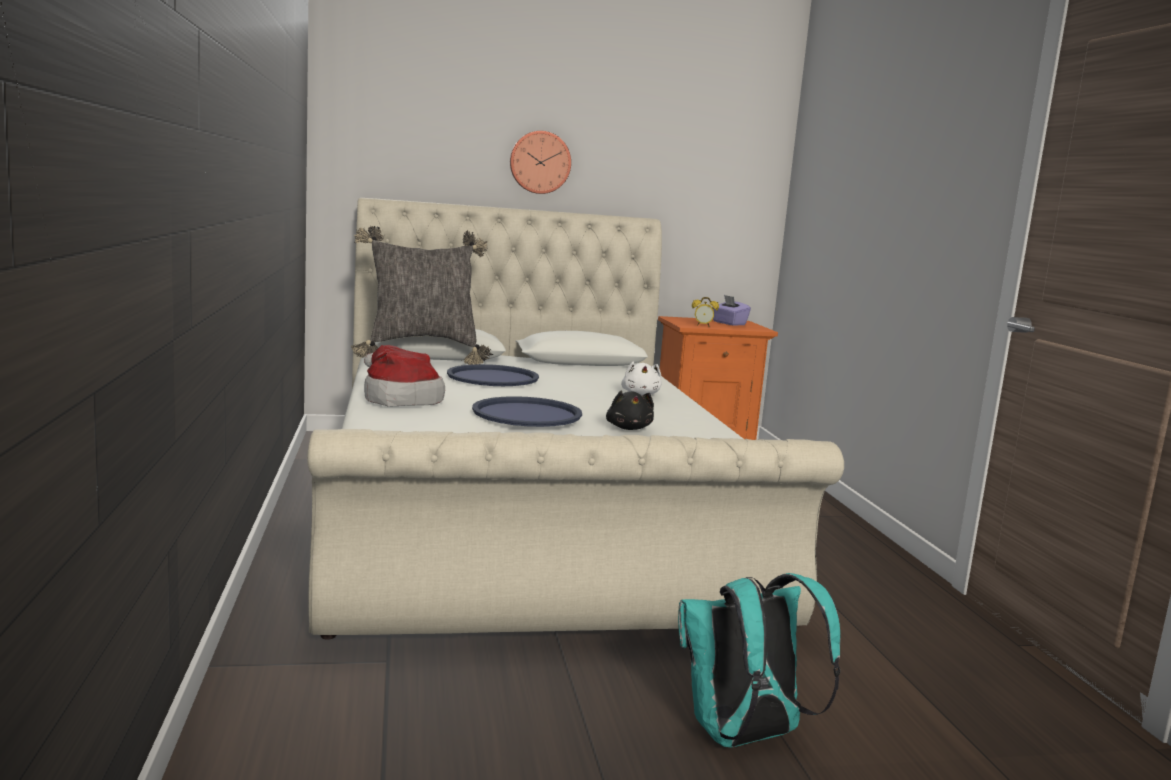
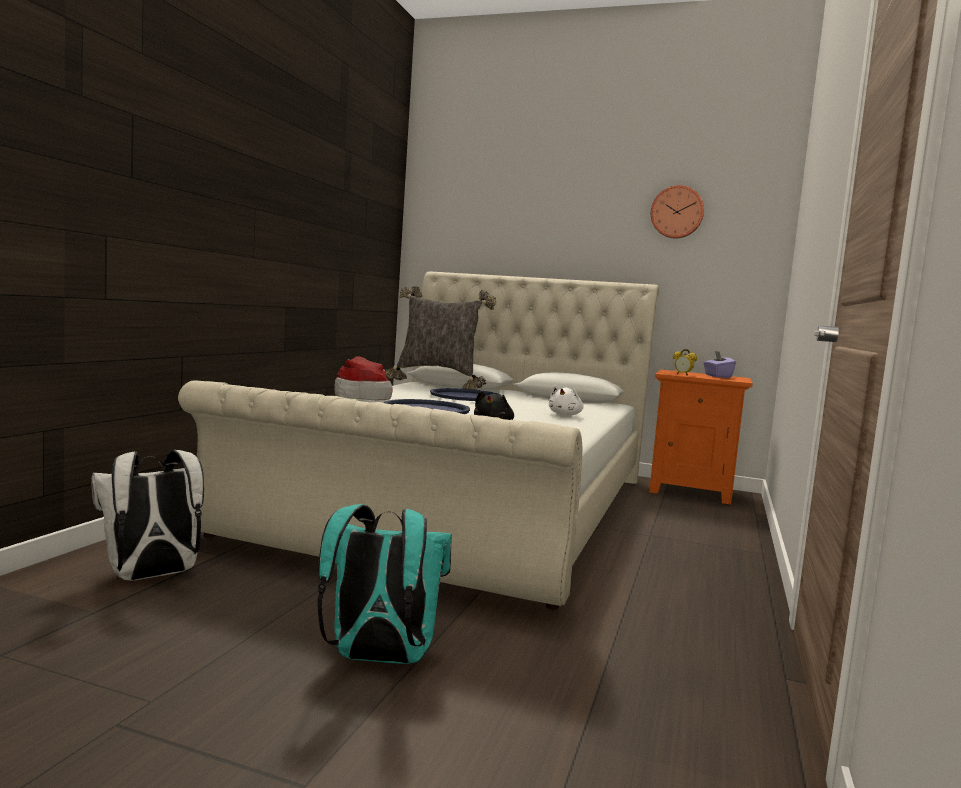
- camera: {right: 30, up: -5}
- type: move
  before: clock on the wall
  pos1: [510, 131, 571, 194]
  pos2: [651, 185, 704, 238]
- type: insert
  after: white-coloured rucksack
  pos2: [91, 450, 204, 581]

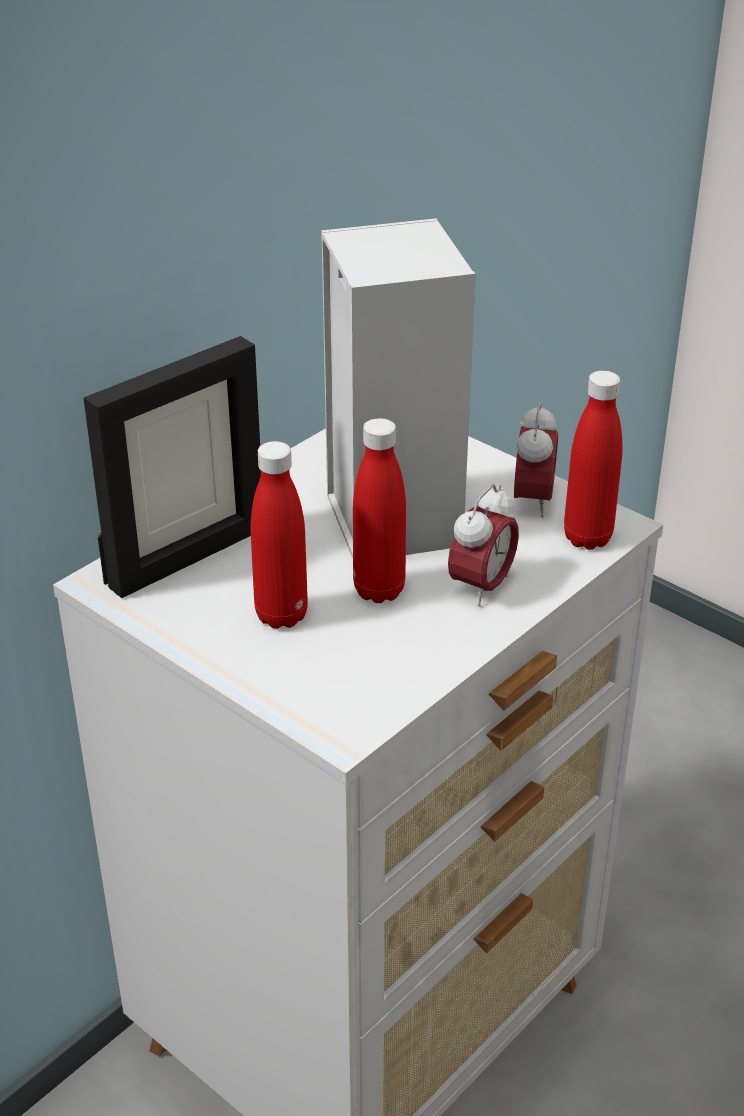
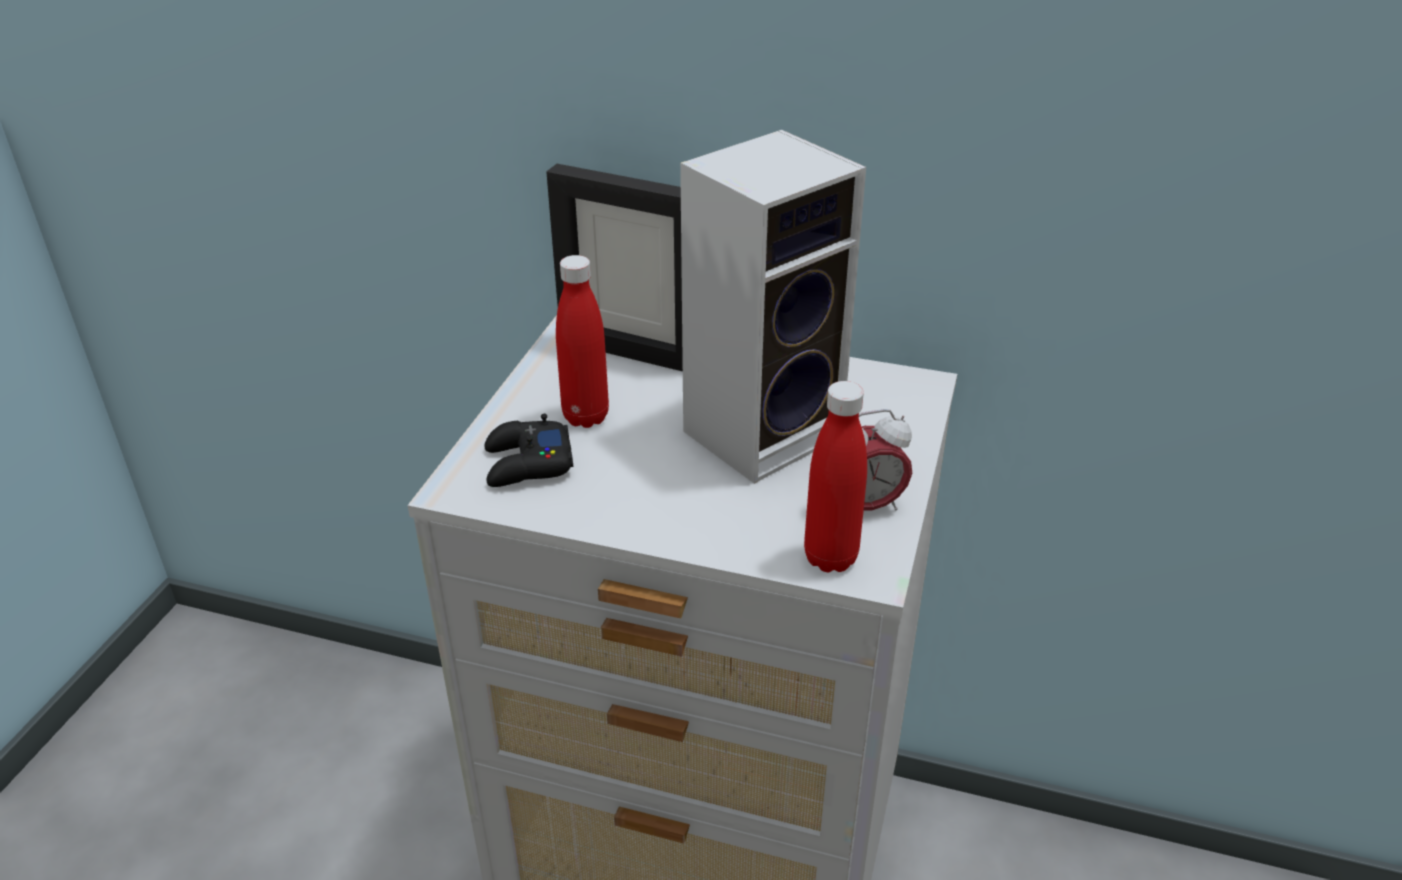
- camera: {right: 65, up: 0}
- type: delete
  before: red-coloured drink bottle
  pos1: [353, 418, 406, 603]
- type: delete
  before: table clock
  pos1: [448, 484, 519, 607]
- type: insert
  after: black game controller
  pos2: [484, 414, 573, 487]

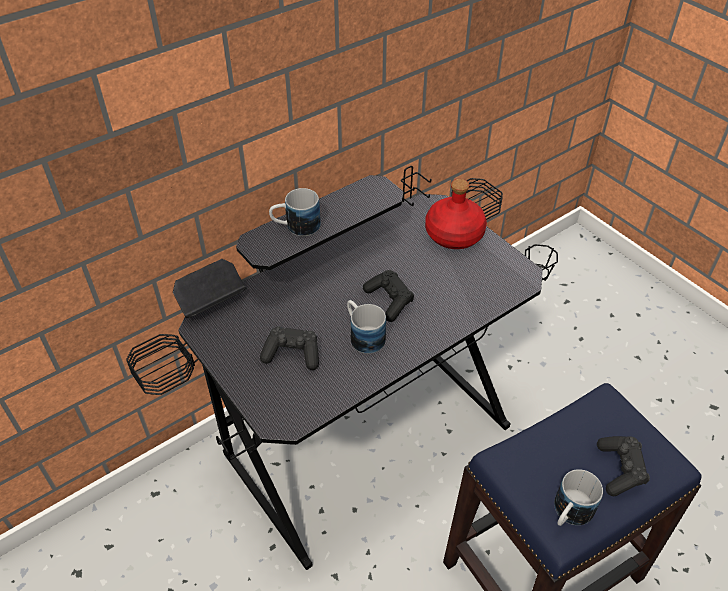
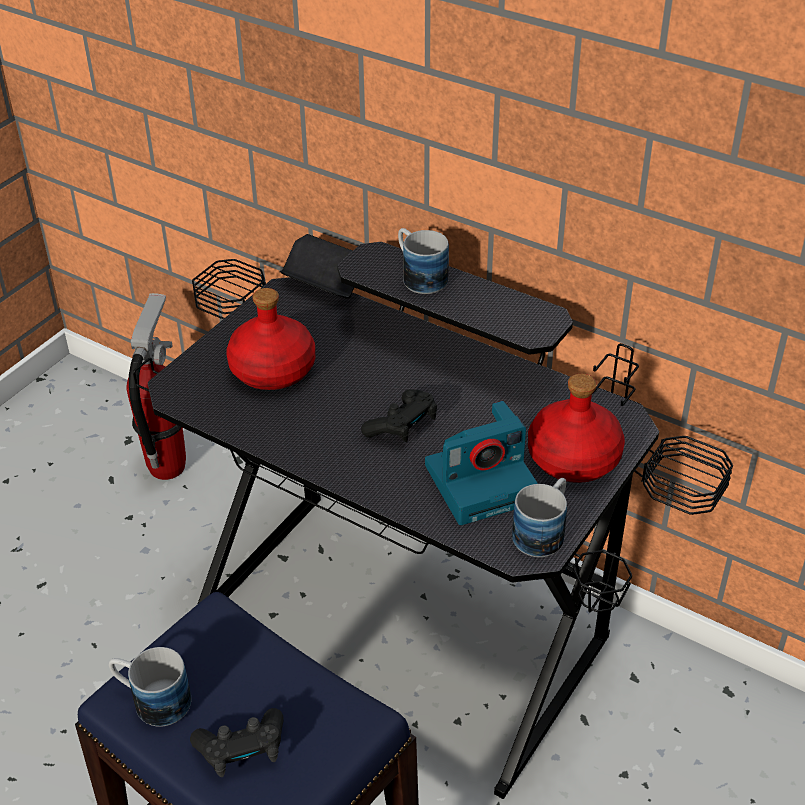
- camera: {right: 70, up: -5}
- type: replace
  before: black game controller
  after: red-coloured drink bottle
  pos1: [260, 326, 319, 370]
  pos2: [226, 288, 315, 390]
- type: move
  before: mug
  pos1: [347, 300, 386, 354]
  pos2: [512, 478, 567, 557]
- type: insert
  after: extinguisher
  pos2: [127, 293, 186, 480]
- type: insert
  after: photo camera
  pos2: [425, 401, 538, 525]

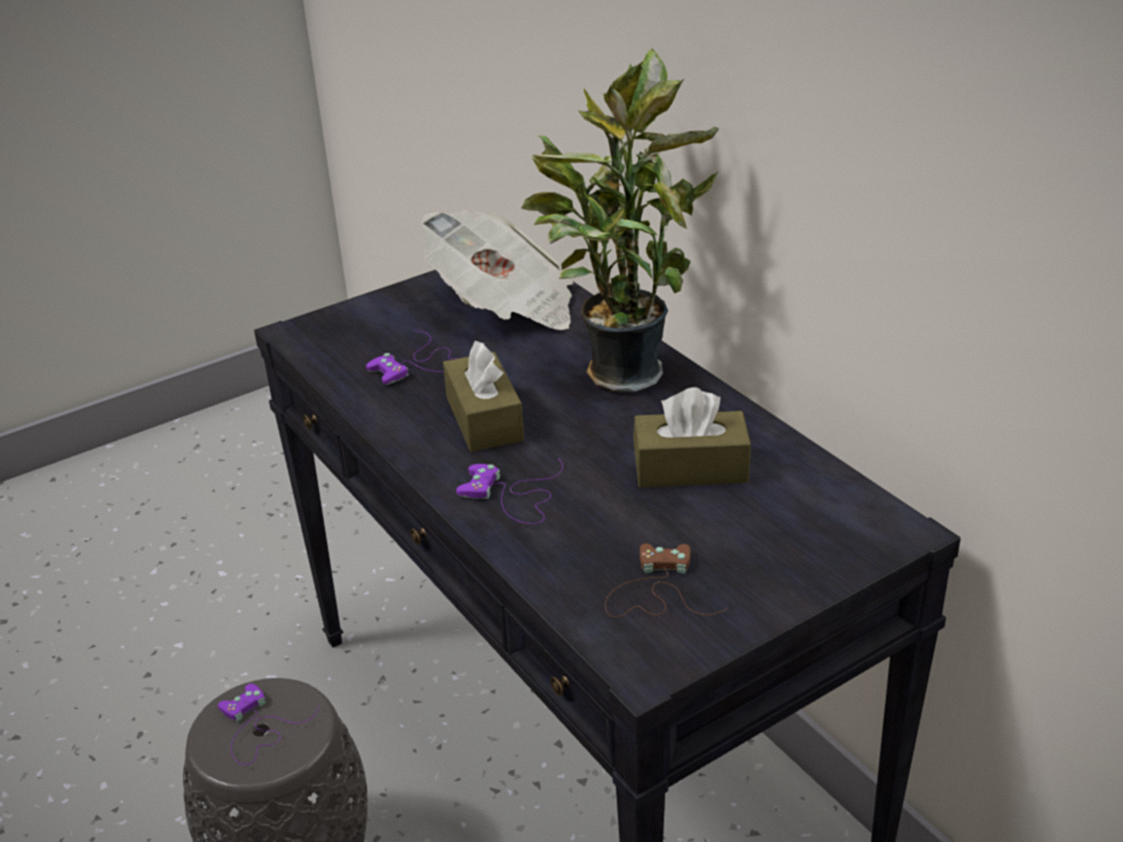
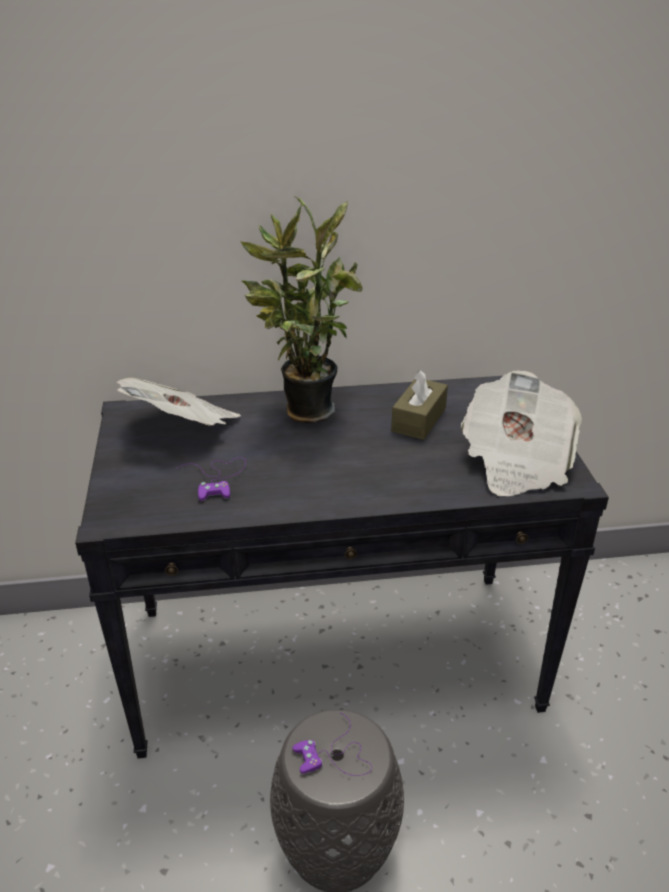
- camera: {right: -65, up: 0}
- type: delete
  before: brownish tissue holder
  pos1: [443, 341, 524, 452]
- type: delete
  before: purple-coloured game controller
  pos1: [456, 458, 563, 524]
- type: replace
  before: brownish game controller
  after: printed paper
  pos1: [605, 544, 728, 617]
  pos2: [461, 370, 582, 496]

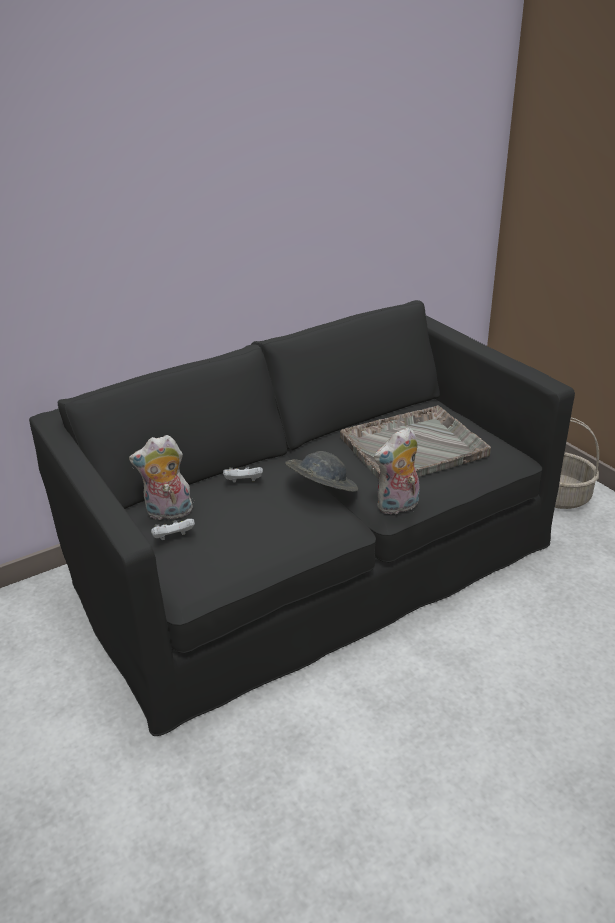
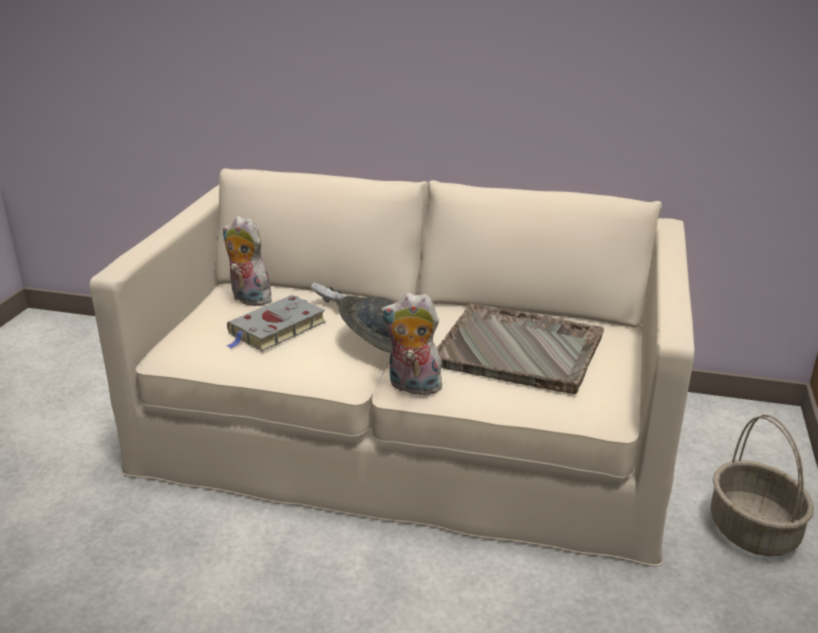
- camera: {right: 45, up: -5}
- type: recolor
  before: black couch
  after: beige couch
  pos1: [29, 300, 575, 736]
  pos2: [90, 168, 695, 567]
- type: delete
  before: white-coloured game controller
  pos1: [151, 519, 195, 540]
- type: insert
  after: greyish volume
  pos2: [227, 295, 326, 351]

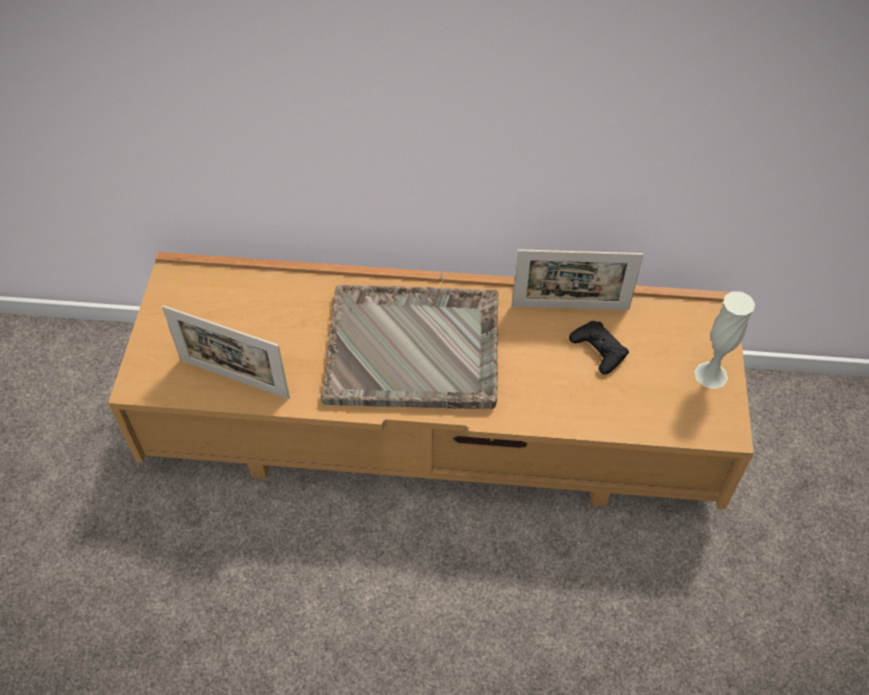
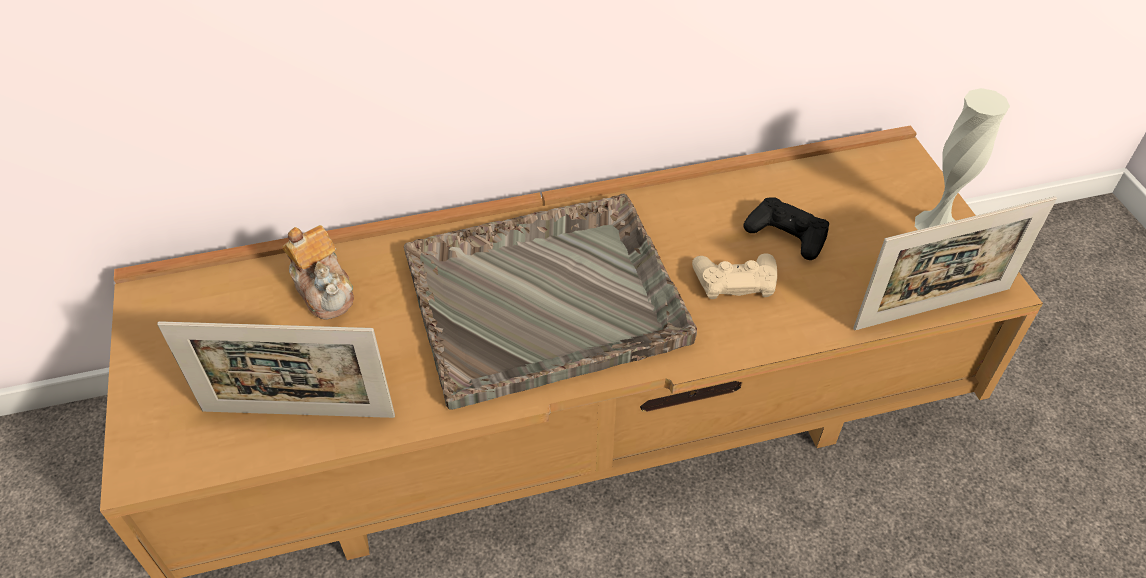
- camera: {right: -20, up: -5}
- type: move
  before: photo frame
  pos1: [512, 249, 643, 310]
  pos2: [853, 196, 1057, 330]
- type: insert
  after: pot for tea
  pos2: [281, 225, 354, 320]
- type: insert
  after: beige game controller
  pos2: [692, 253, 777, 299]

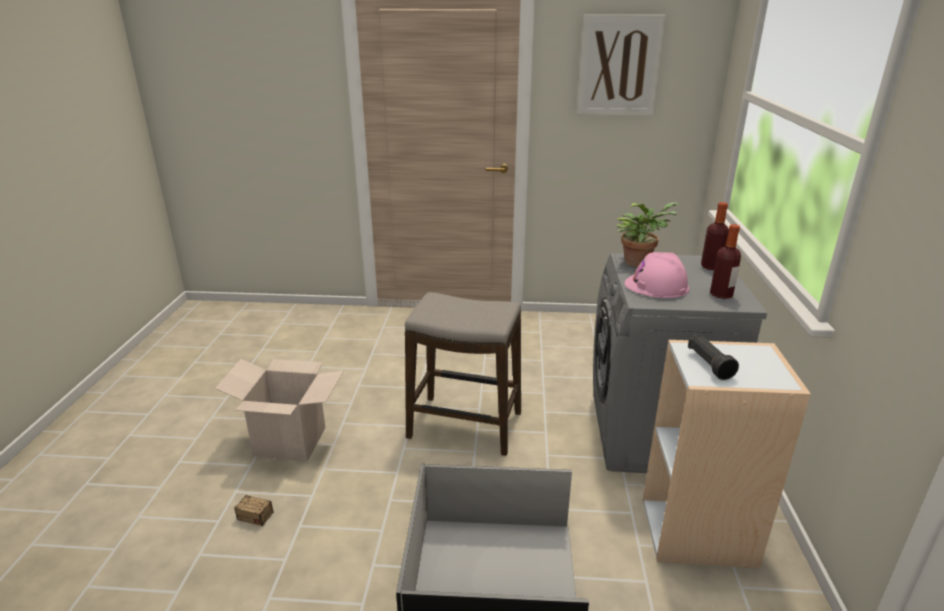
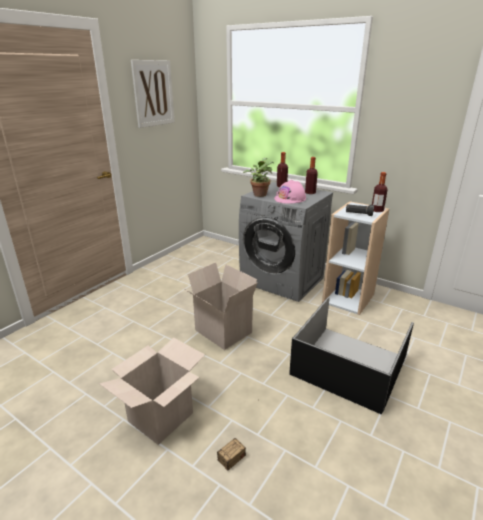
- camera: {right: -60, up: 0}
- type: replace
  before: sitting stool
  after: carton
  pos1: [405, 292, 521, 456]
  pos2: [182, 262, 258, 350]
- type: insert
  after: drink bottle
  pos2: [372, 172, 388, 212]

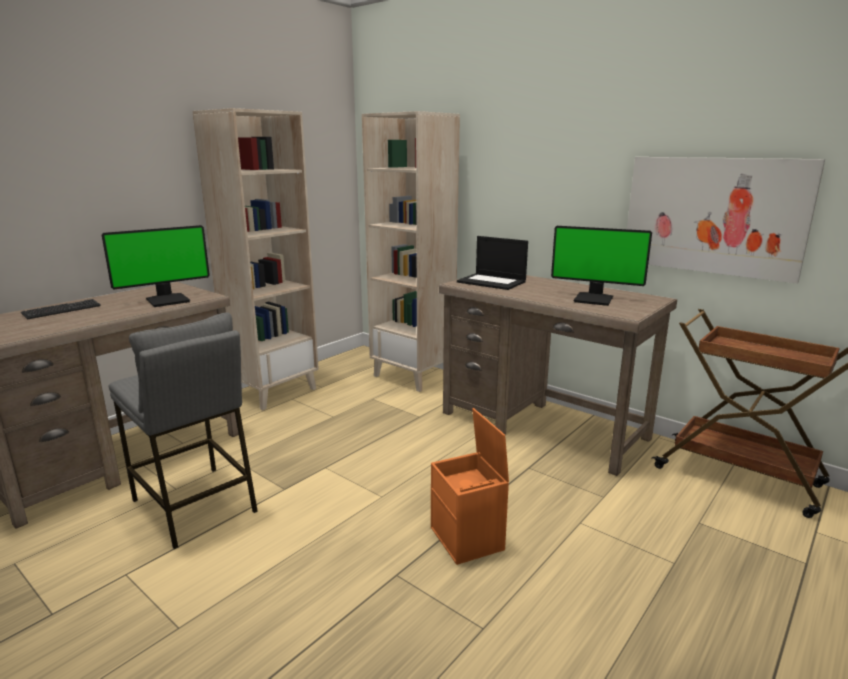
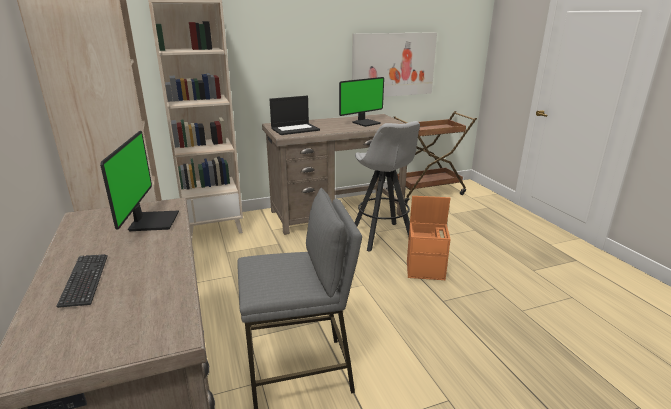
- camera: {right: -60, up: 5}
- type: insert
  after: greyish sitting stool
  pos2: [355, 121, 420, 251]

